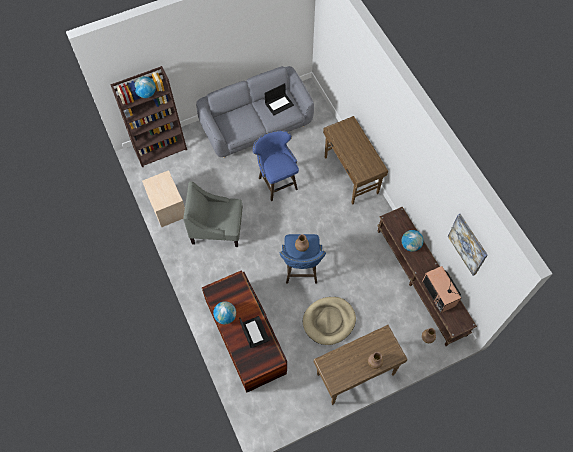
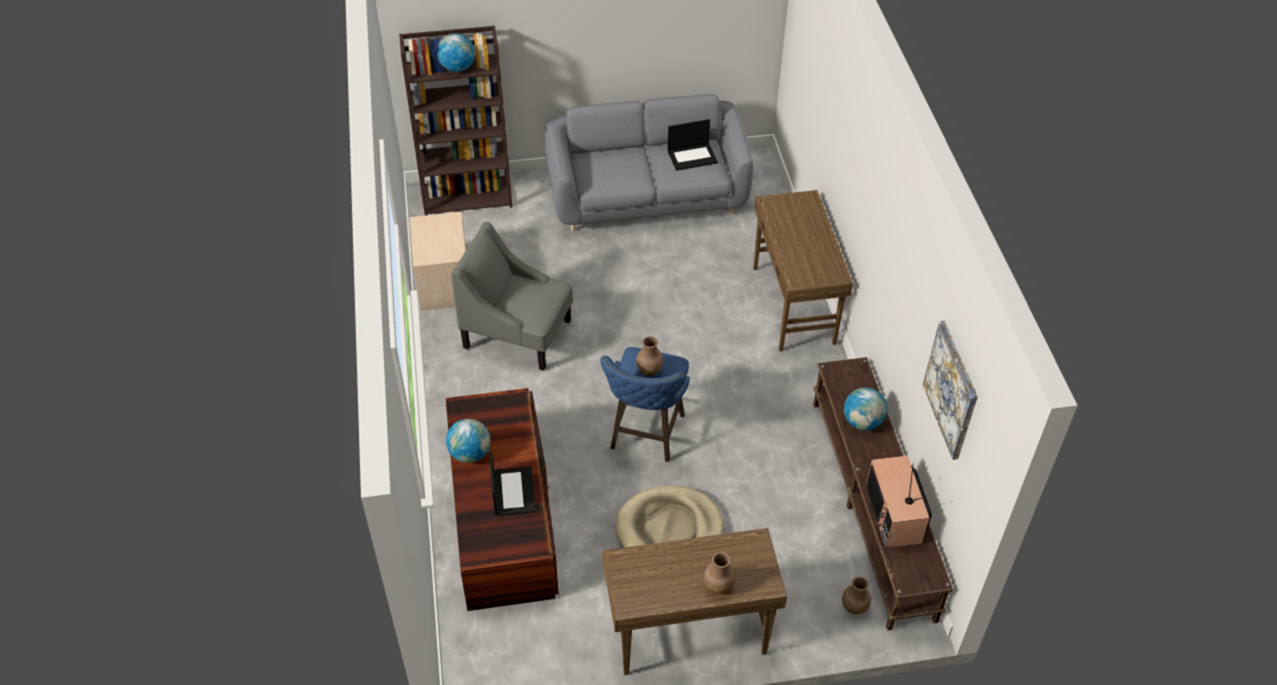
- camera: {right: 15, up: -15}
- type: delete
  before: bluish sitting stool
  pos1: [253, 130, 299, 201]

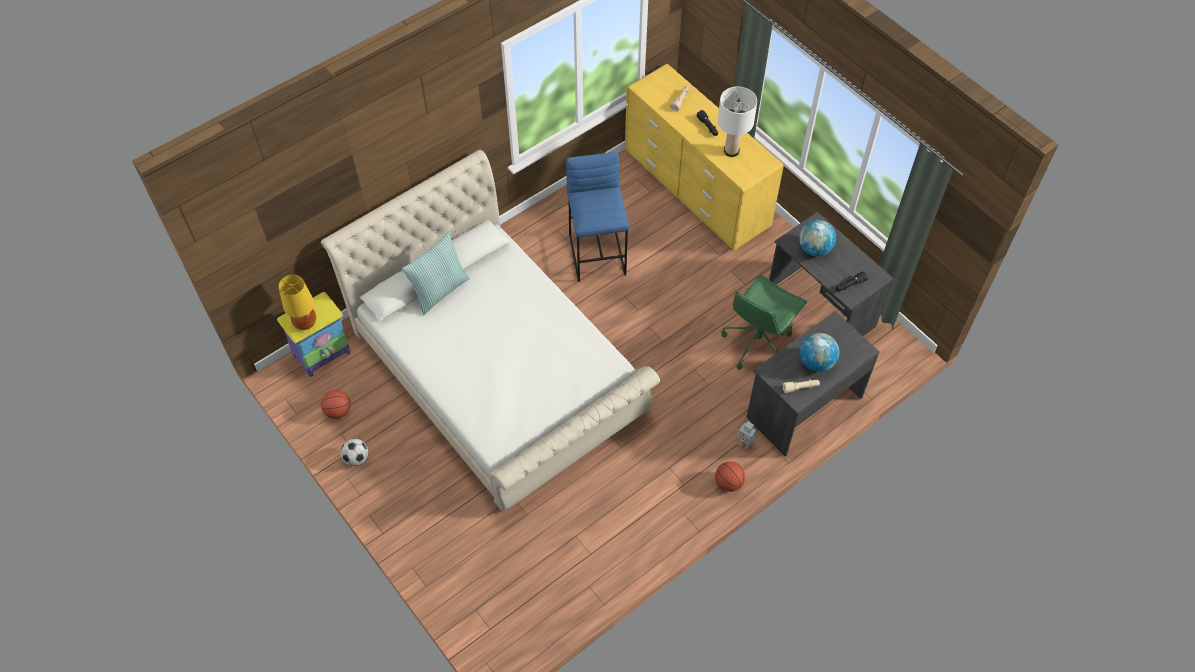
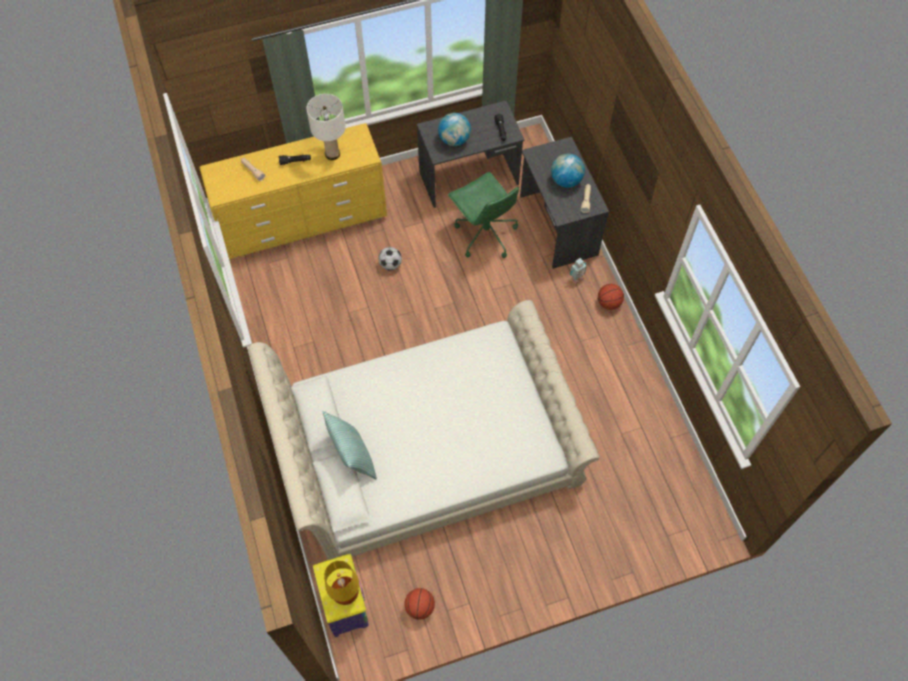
- camera: {right: -70, up: 5}
- type: move
  before: ball for football
  pos1: [340, 439, 368, 466]
  pos2: [378, 247, 402, 270]
- type: delete
  before: bluish sitting stool
  pos1: [566, 152, 629, 282]

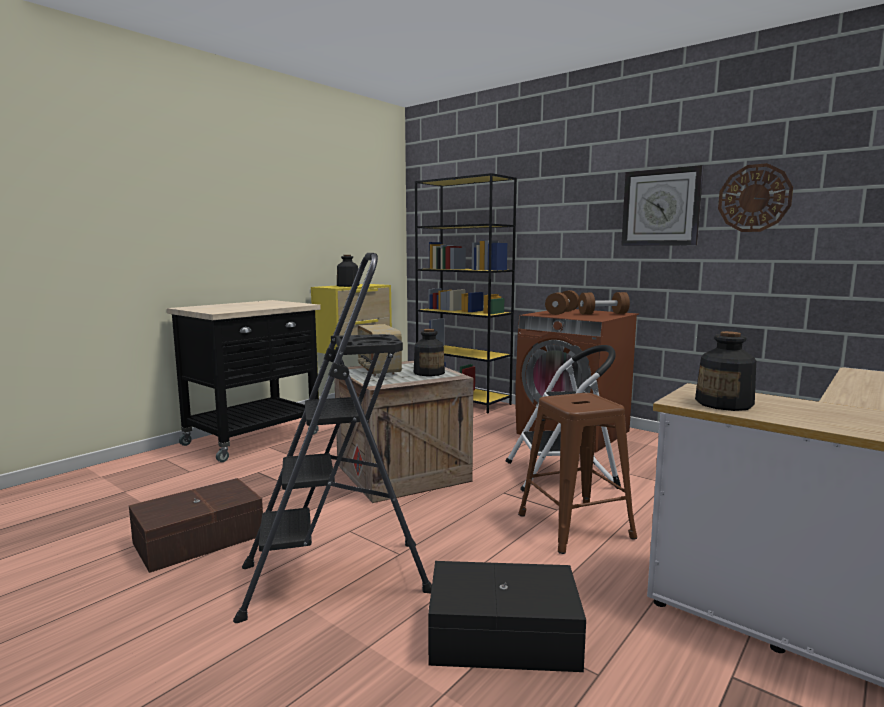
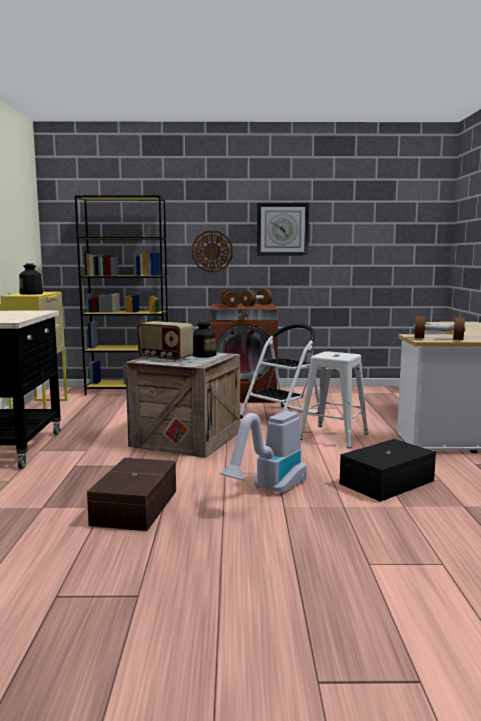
- camera: {right: -40, up: 0}
- type: replace
  before: step ladder
  after: hoover
  pos1: [233, 253, 432, 623]
  pos2: [220, 411, 307, 495]
- type: recolor
  before: brownish sitting stool
  after: white-coloured sitting stool
  pos1: [518, 393, 637, 554]
  pos2: [300, 351, 369, 448]
- type: replace
  before: drink bottle
  after: brownish hand weight
  pos1: [695, 331, 756, 411]
  pos2: [414, 316, 465, 340]
- type: move
  before: clock on the wall
  pos1: [718, 163, 793, 232]
  pos2: [192, 231, 233, 272]

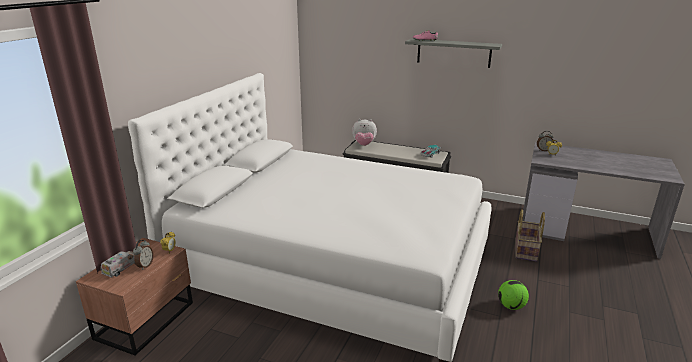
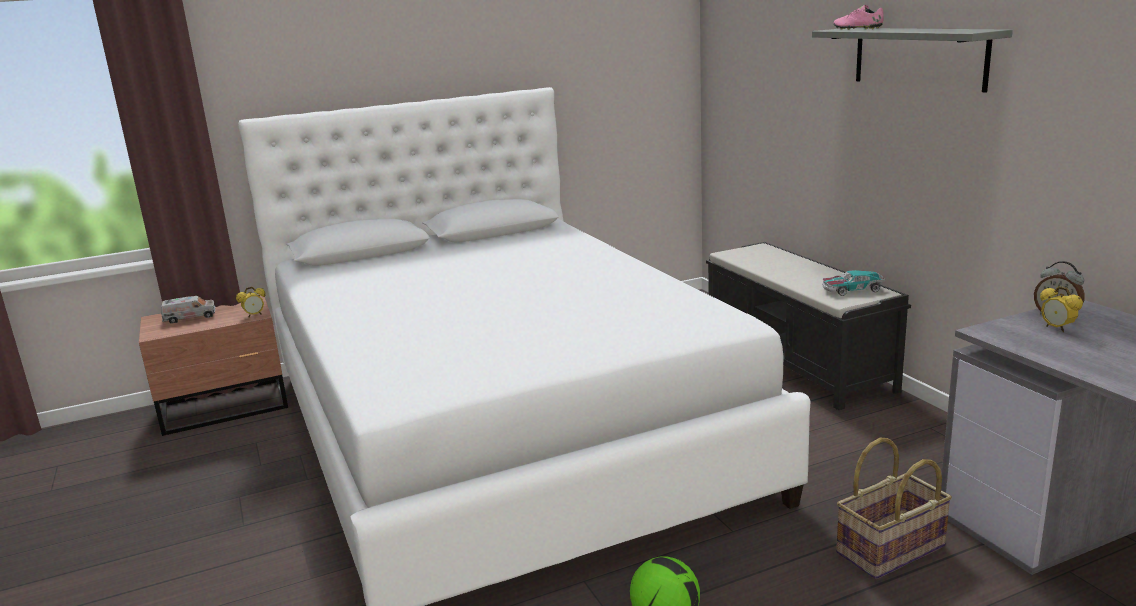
- camera: {right: 45, up: -5}
- type: delete
  before: table clock
  pos1: [133, 240, 154, 270]
- type: delete
  before: plush toy
  pos1: [352, 119, 377, 146]

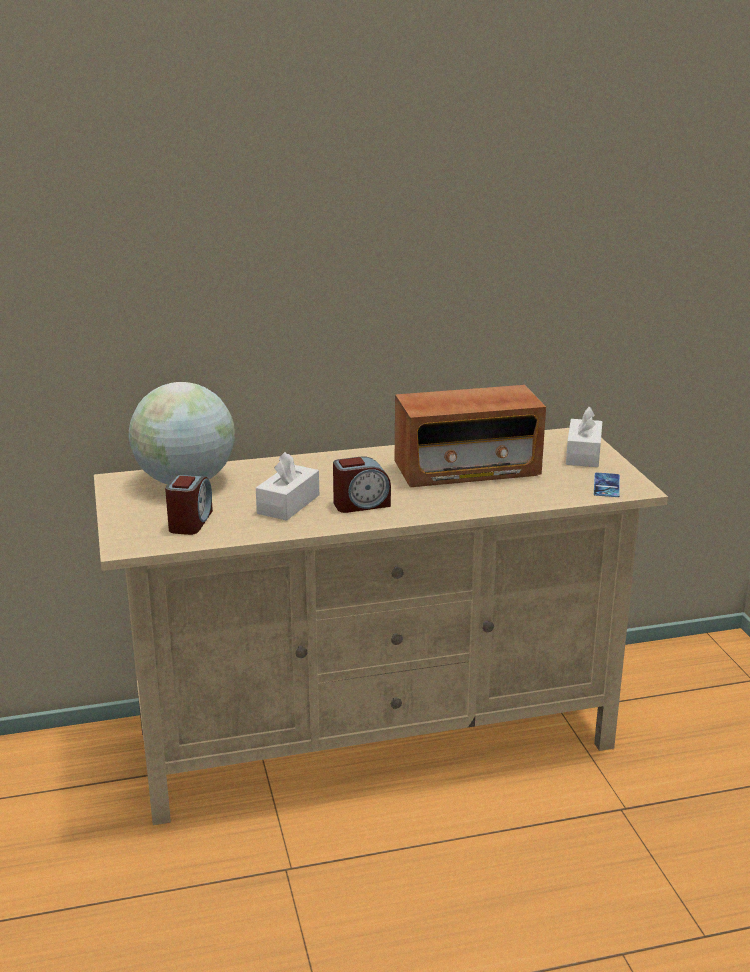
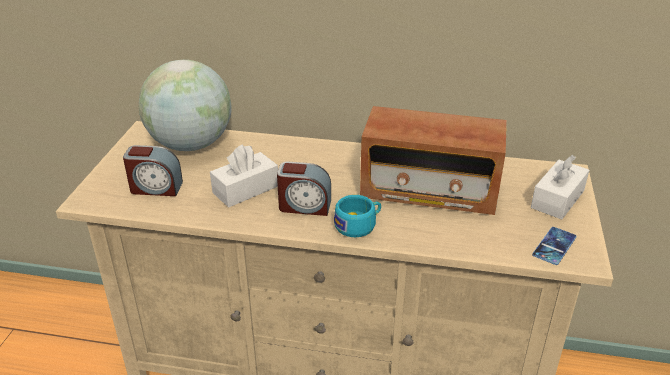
- camera: {right: 25, up: 10}
- type: rotate
  before: table clock
  pos1: [165, 475, 213, 535]
  pos2: [123, 145, 183, 196]
  turn: 60
- type: insert
  after: blue-green drinking cup
  pos2: [334, 195, 381, 237]

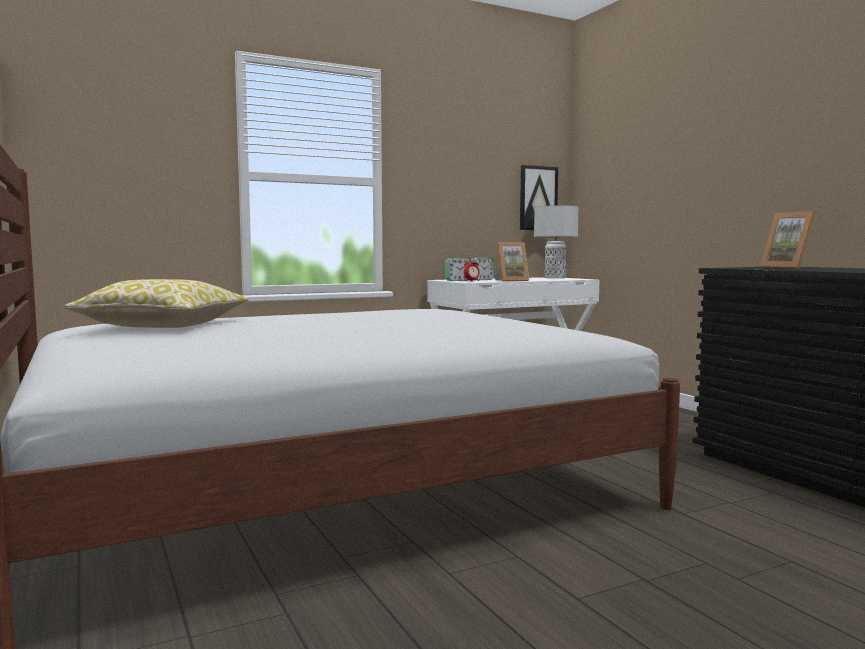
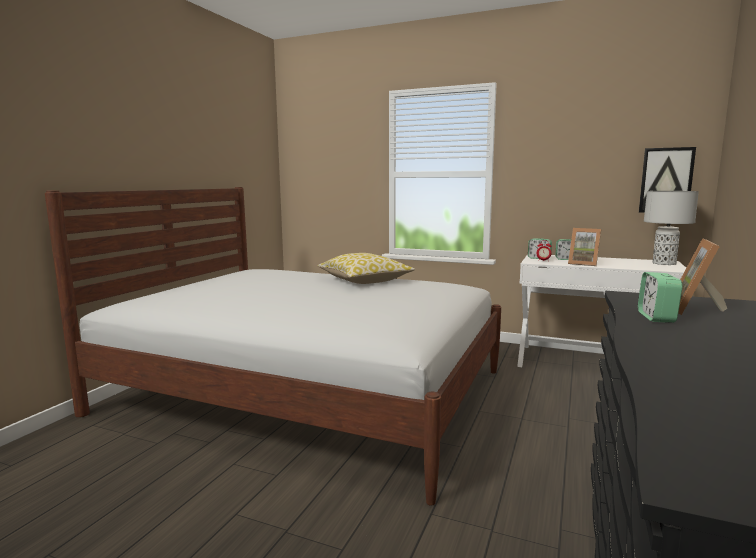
- camera: {right: 50, up: 5}
- type: move
  before: pillow
  pos1: [63, 279, 249, 328]
  pos2: [317, 253, 415, 284]
- type: insert
  after: table clock
  pos2: [638, 272, 683, 323]

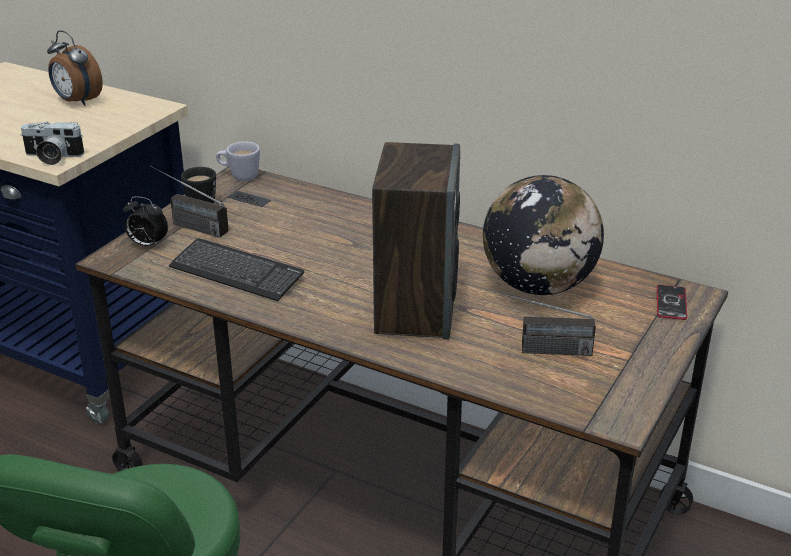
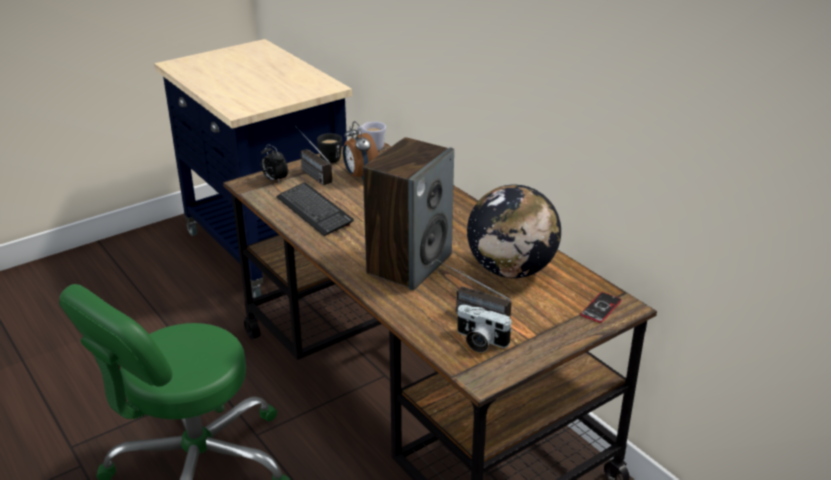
- camera: {right: 25, up: 0}
- type: move
  before: photo camera
  pos1: [20, 122, 85, 165]
  pos2: [456, 305, 512, 353]
- type: move
  before: table clock
  pos1: [47, 30, 103, 106]
  pos2: [343, 121, 379, 180]

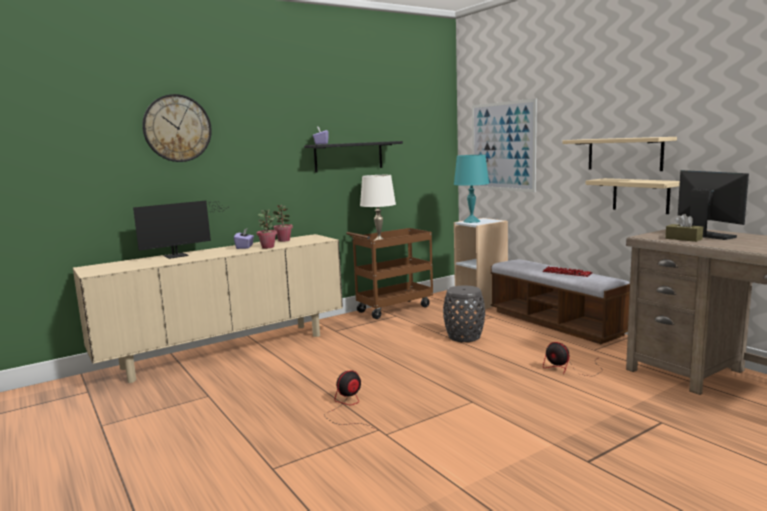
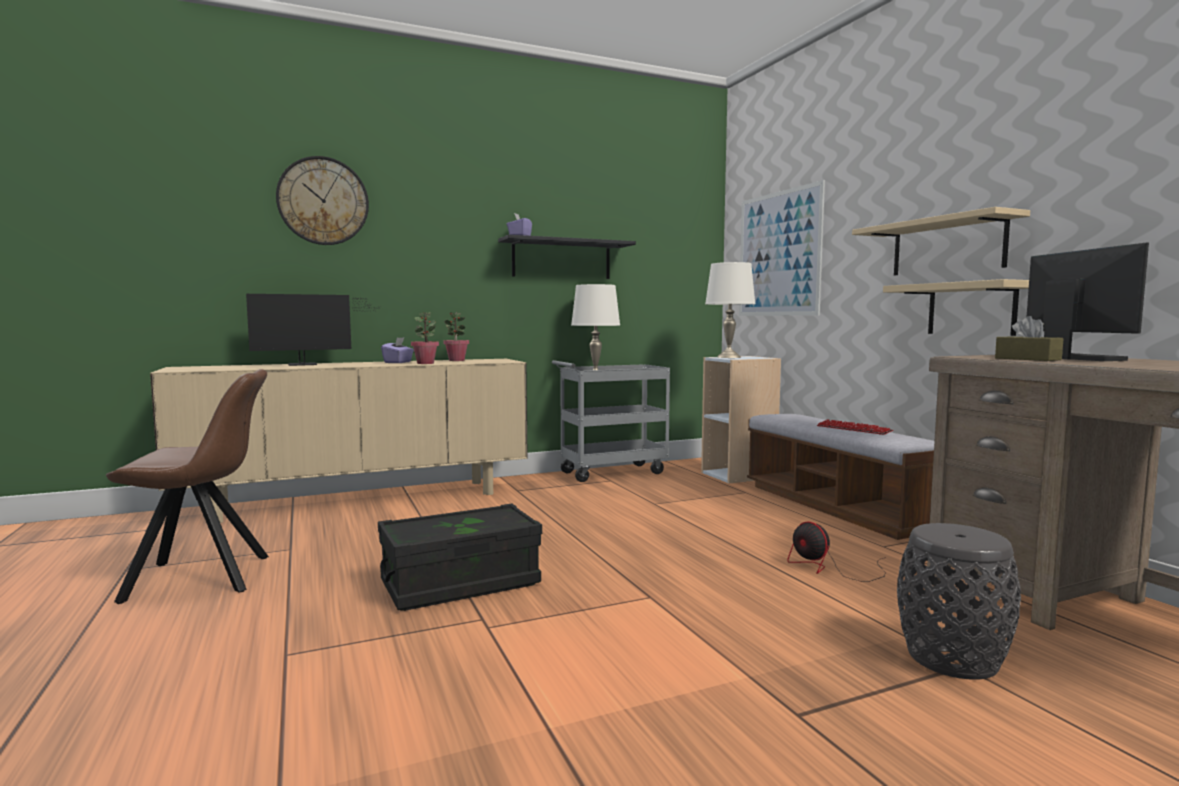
- camera: {right: 10, up: -5}
- type: replace
  before: cooling fan
  after: black storage box
  pos1: [325, 370, 374, 429]
  pos2: [378, 503, 542, 611]
- type: recolor
  before: brownish trolley
  after: greyish trolley
  pos1: [346, 228, 433, 319]
  pos2: [552, 360, 670, 482]
- type: move
  before: greyish sitting stool
  pos1: [443, 285, 485, 342]
  pos2: [897, 523, 1021, 680]
- type: recolor
  before: blue-green lamp for a table
  after: white-coloured lamp for a table
  pos1: [454, 155, 489, 223]
  pos2: [705, 262, 756, 358]
- type: insert
  after: brownish upright chair
  pos2: [106, 369, 269, 604]

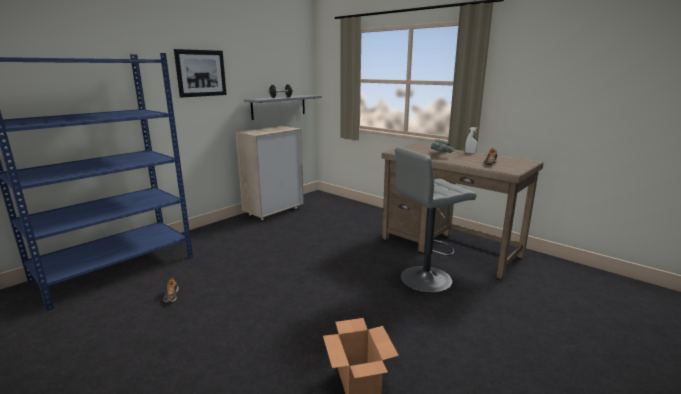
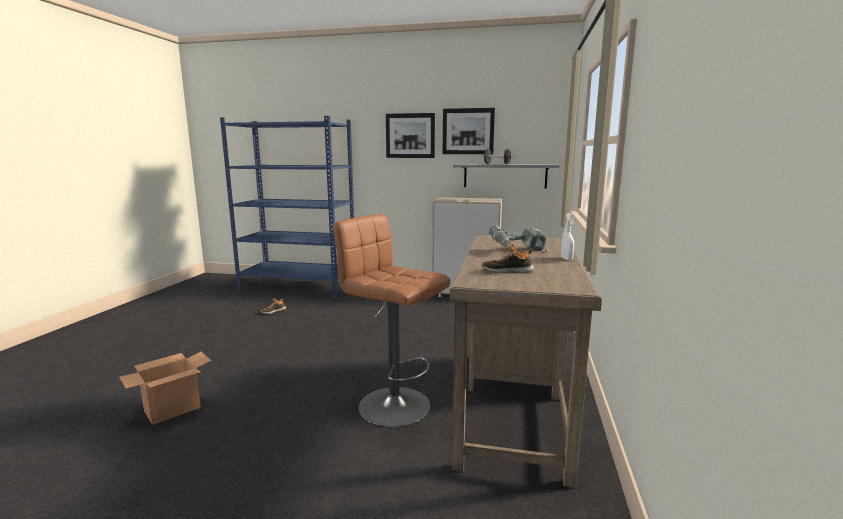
- camera: {right: 60, up: -5}
- type: recolor
  before: greyish sitting stool
  after: brownish sitting stool
  pos1: [395, 147, 476, 292]
  pos2: [333, 214, 450, 427]
- type: insert
  after: wall picture
  pos2: [443, 108, 495, 154]

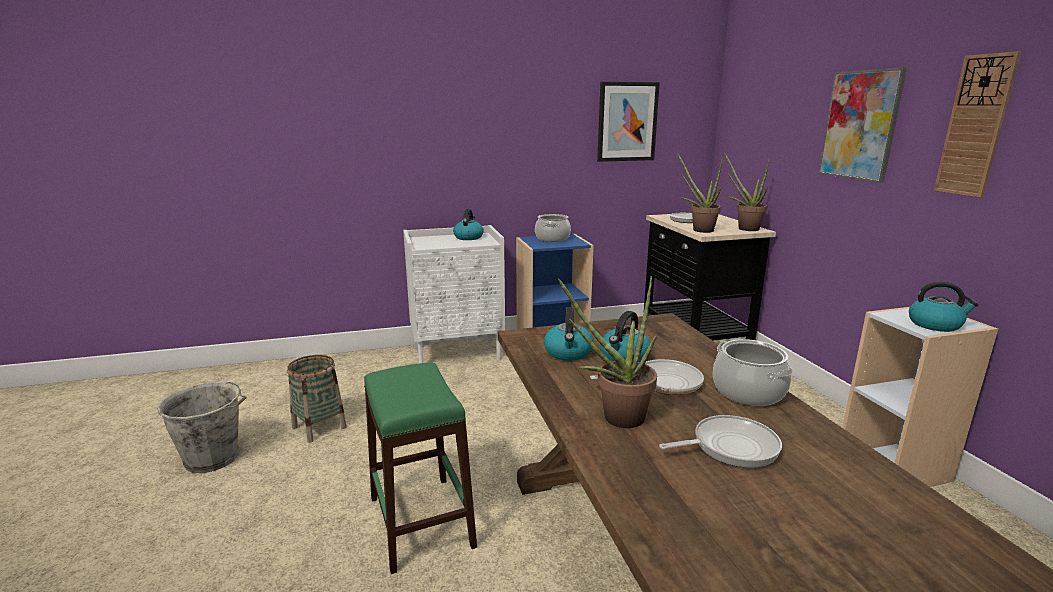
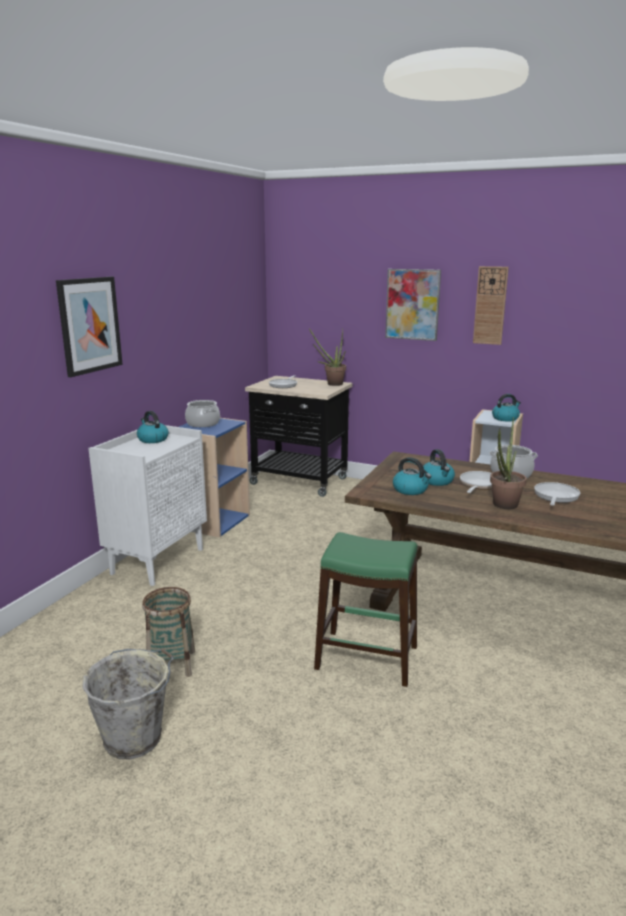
- camera: {right: -50, up: 0}
- type: move
  before: wall picture
  pos1: [597, 82, 660, 162]
  pos2: [56, 277, 123, 377]
- type: delete
  before: plant in a pot
  pos1: [677, 153, 723, 233]

